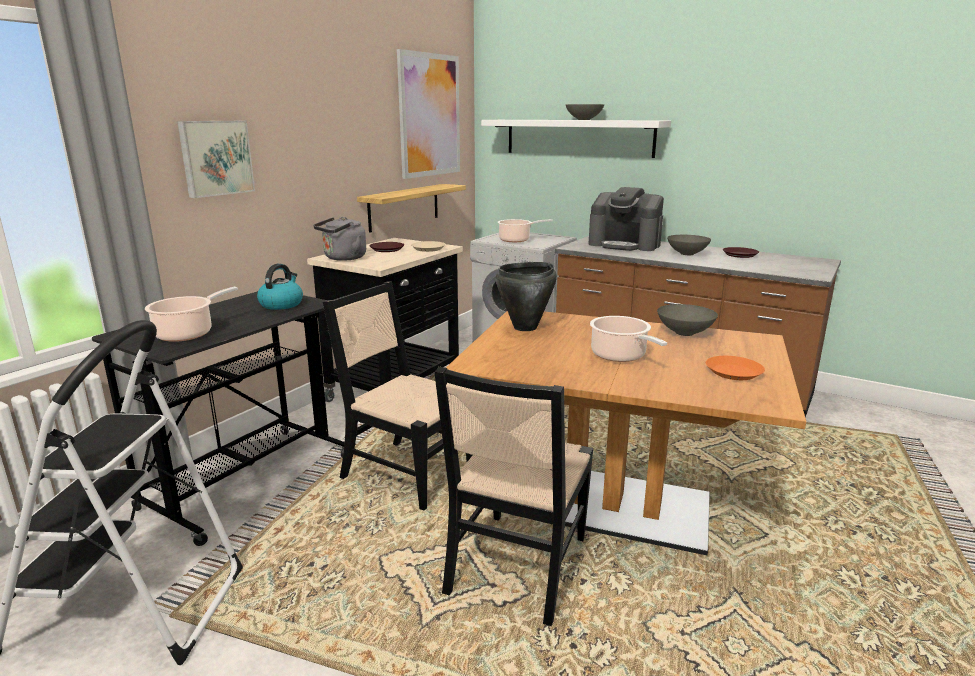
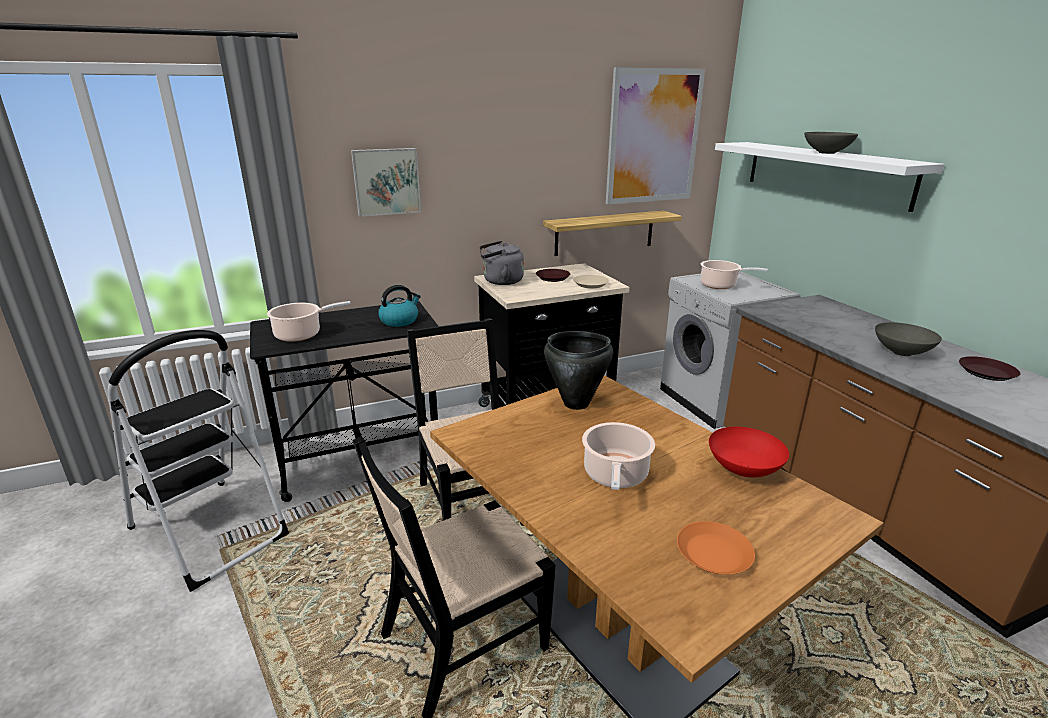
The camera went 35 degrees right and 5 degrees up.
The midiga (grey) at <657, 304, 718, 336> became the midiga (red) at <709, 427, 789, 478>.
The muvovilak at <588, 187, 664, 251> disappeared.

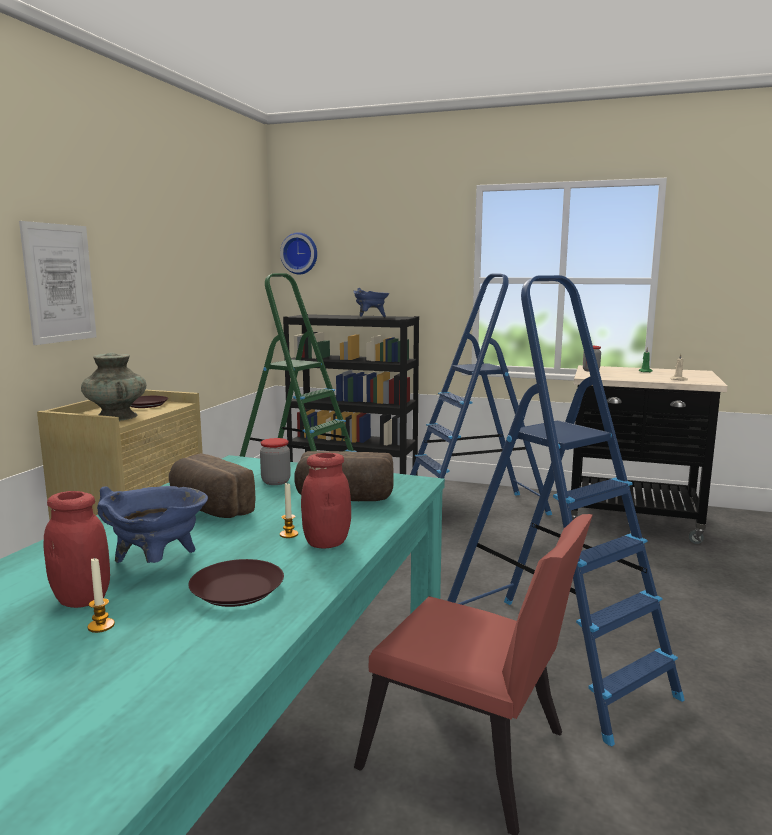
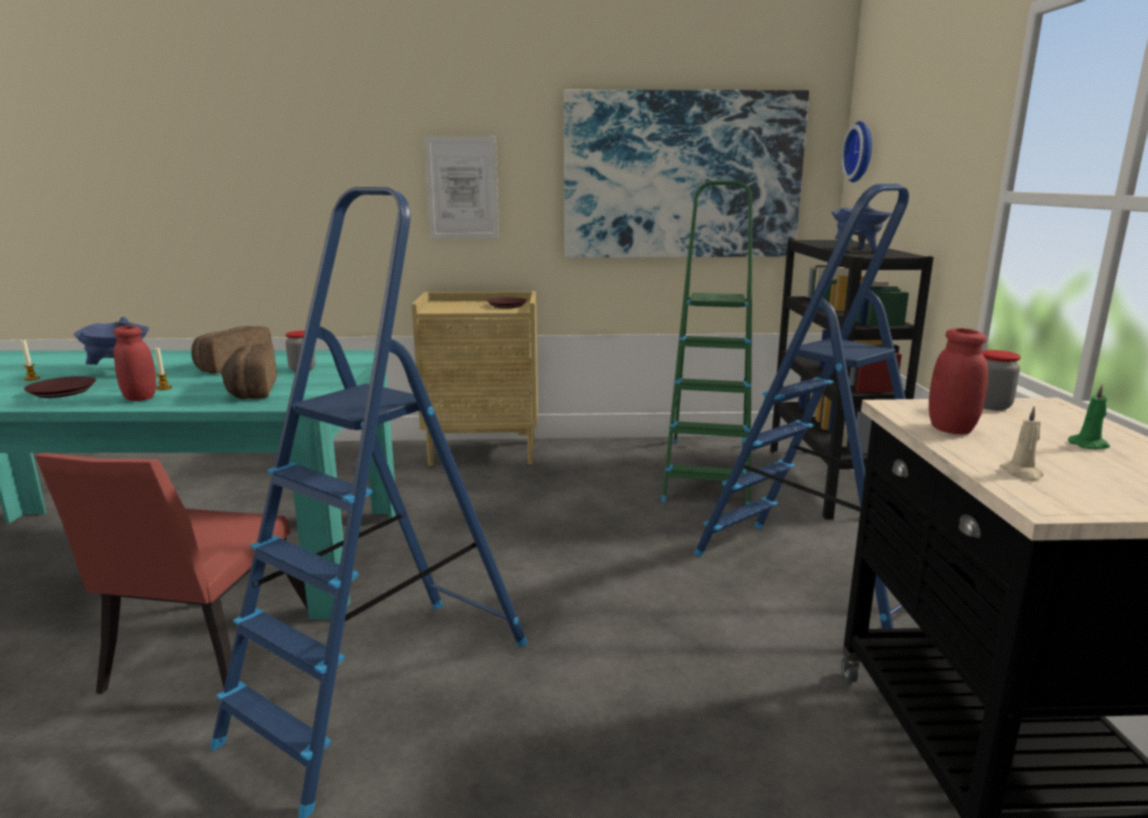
The camera went 70 degrees right and 5 degrees up.
The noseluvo at <564, 90, 809, 258> appeared.
The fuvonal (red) moved from <43, 491, 110, 608> to <929, 328, 988, 434>.
The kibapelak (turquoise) at <81, 353, 146, 421> disappeared.

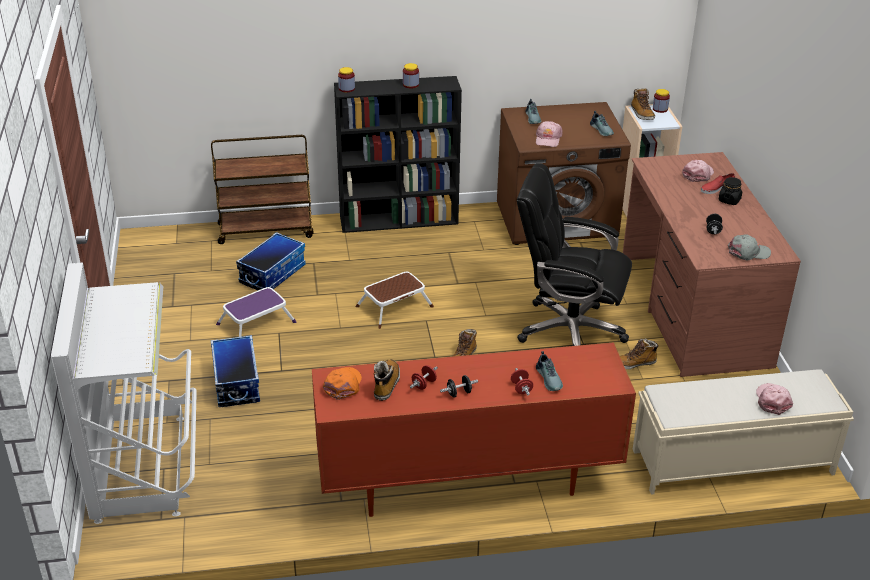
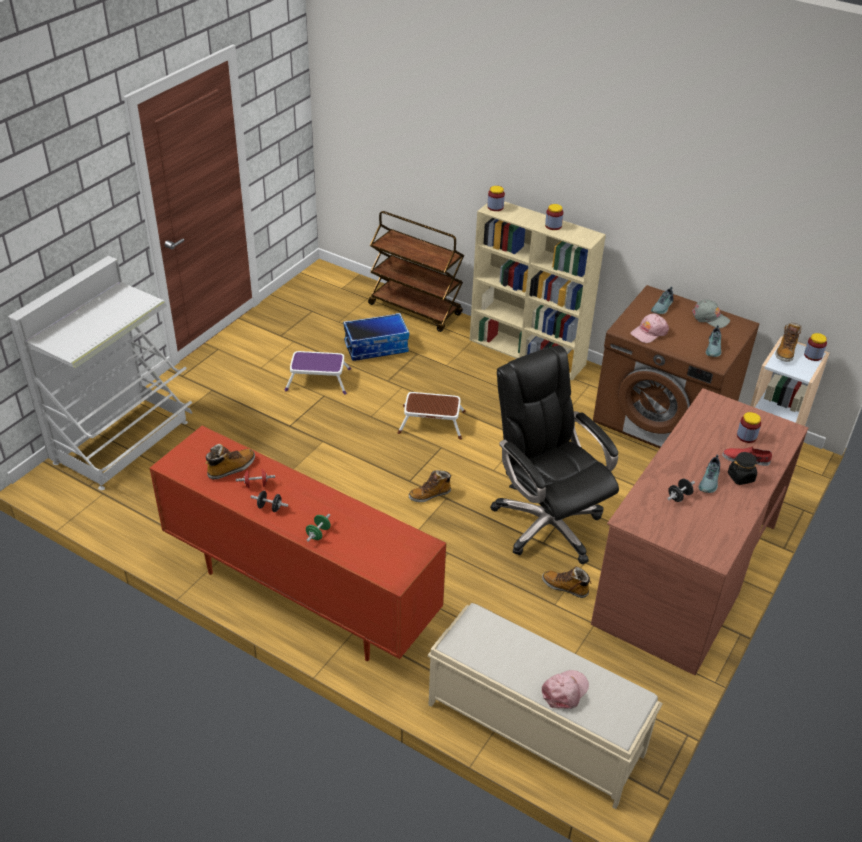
The camera went 40 degrees right and 5 degrees up.
The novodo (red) at <511, 368, 533, 396> became the novodo (green) at <306, 514, 331, 542>.
The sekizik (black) at <334, 76, 462, 233> became the sekizik (beige) at <470, 201, 606, 380>.
The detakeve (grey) moved from <728, 234, 771, 261> to <692, 299, 730, 328>.
The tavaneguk moved from <536, 351, 563, 391> to <698, 455, 720, 493>.
The detakeve (pink) at <682, 160, 714, 182> was replaced by the fuvonal at <737, 412, 761, 443>.
The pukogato at <211, 335, 260, 407> disappeared.
The detakeve (orange) at <323, 367, 362, 400> disappeared.

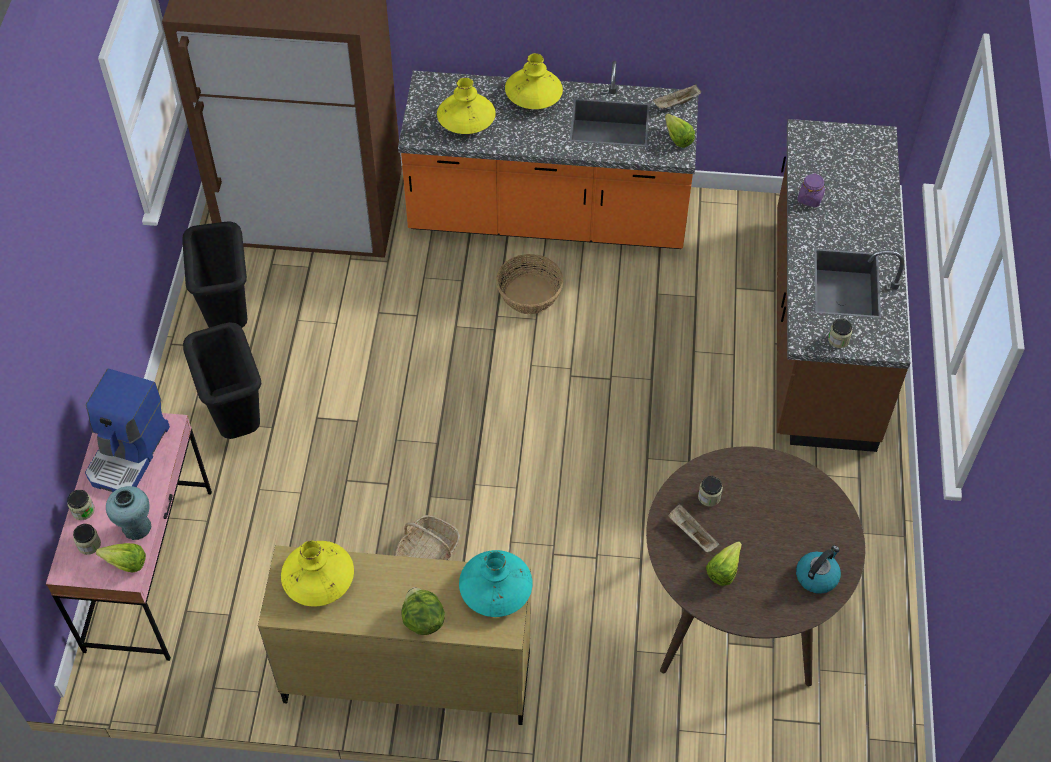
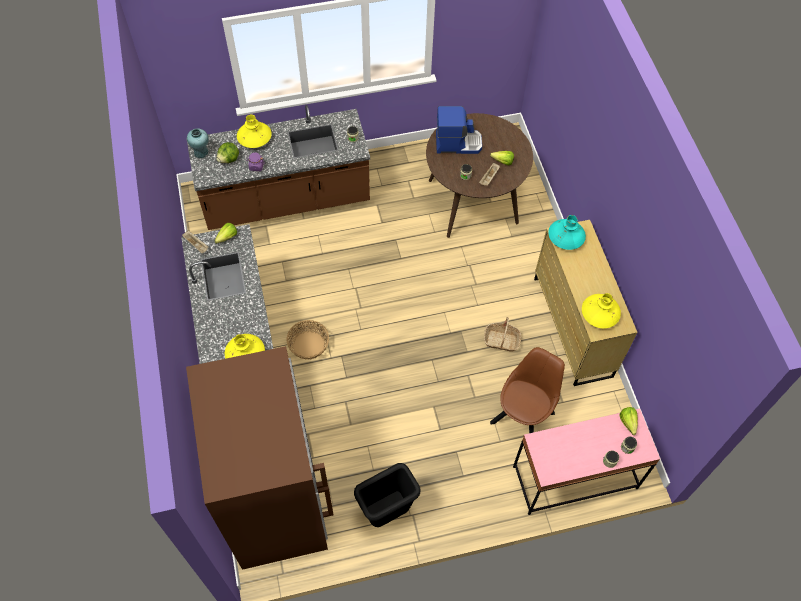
The camera went 110 degrees left and 5 degrees up.
The kibapelak (turquoise) moved from <106, 486, 151, 540> to <187, 128, 209, 158>.
The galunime moved from <401, 587, 445, 635> to <216, 142, 239, 163>.
The kibapelak (yellow) moved from <505, 53, 563, 109> to <237, 115, 272, 148>.
The muvovilak moved from <85, 369, 170, 492> to <436, 106, 482, 154>.
The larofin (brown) at <490, 347, 565, 433> appeared.
The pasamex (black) at <183, 322, 261, 439> disappeared.
The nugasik at <796, 545, 841, 594> disappeared.

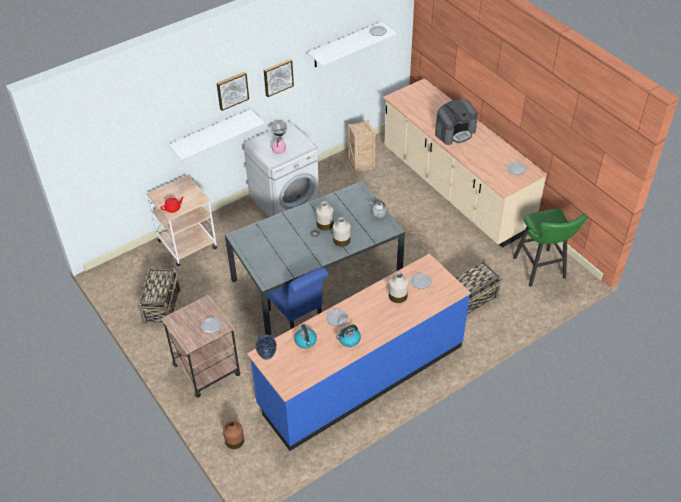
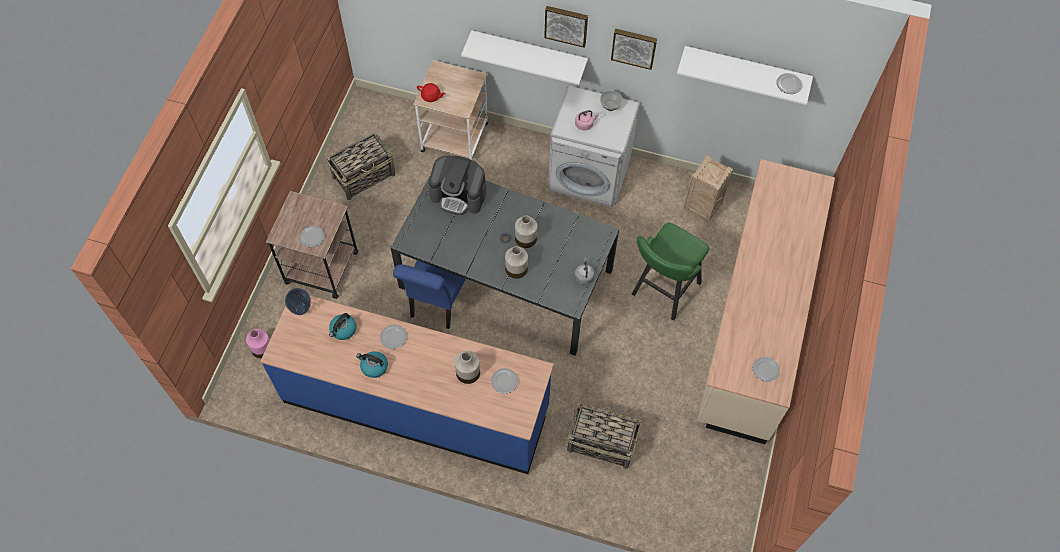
The camera went 50 degrees right and 15 degrees up.
The kibapelak (brown) at <223, 420, 244, 449> became the kibapelak (pink) at <246, 329, 270, 358>.
The muvovilak moved from <435, 99, 477, 145> to <428, 155, 487, 215>.
The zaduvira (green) moved from <513, 209, 588, 287> to <632, 223, 709, 321>.

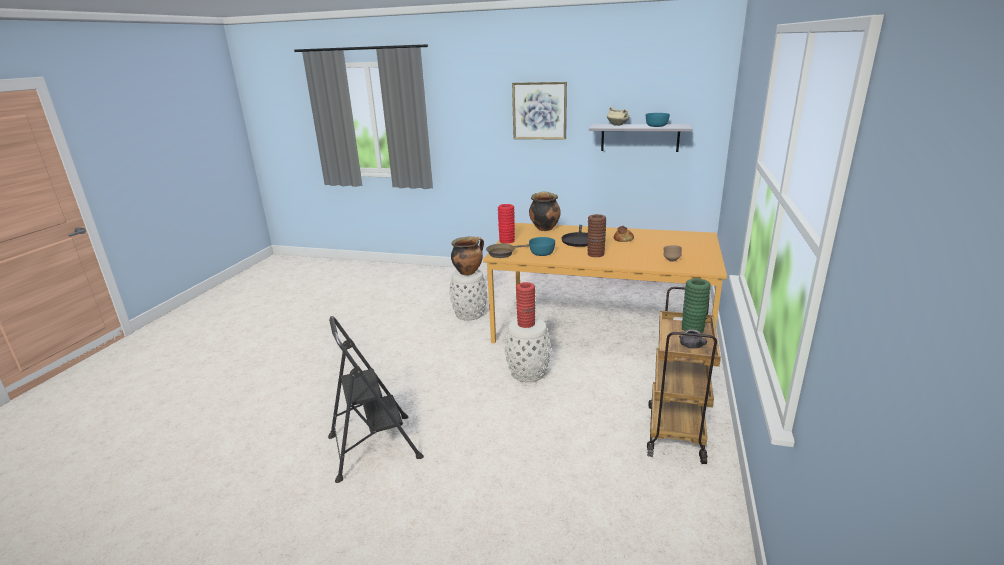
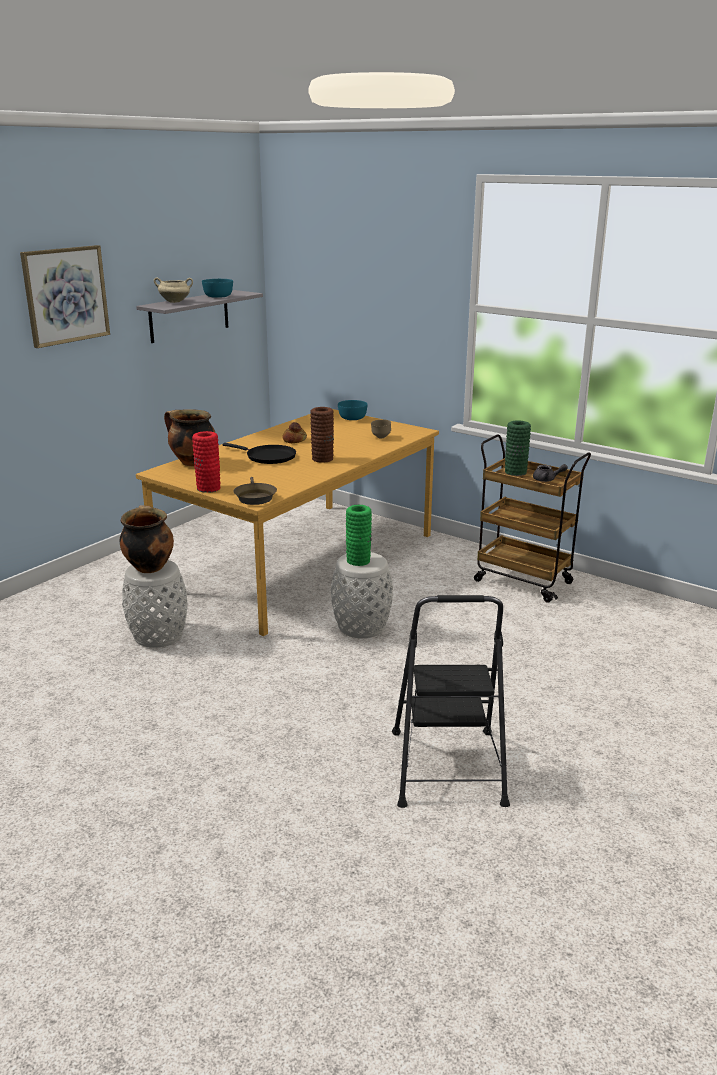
The camera went 70 degrees left and 0 degrees up.
The midiga (turquoise) moved from <529, 237, 555, 256> to <338, 400, 368, 420>.
The kibapelak (red) at <516, 282, 535, 328> became the kibapelak (green) at <346, 505, 372, 566>.

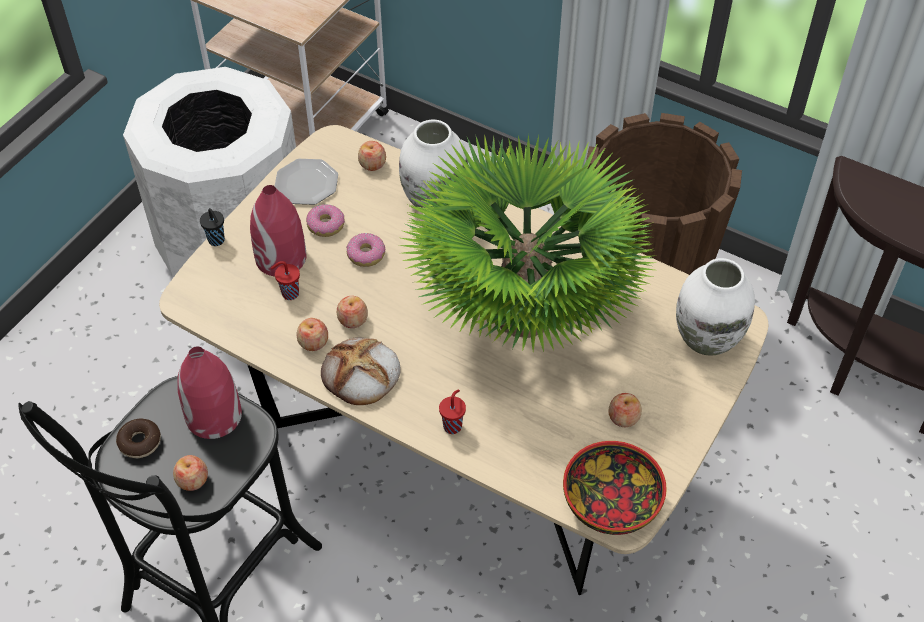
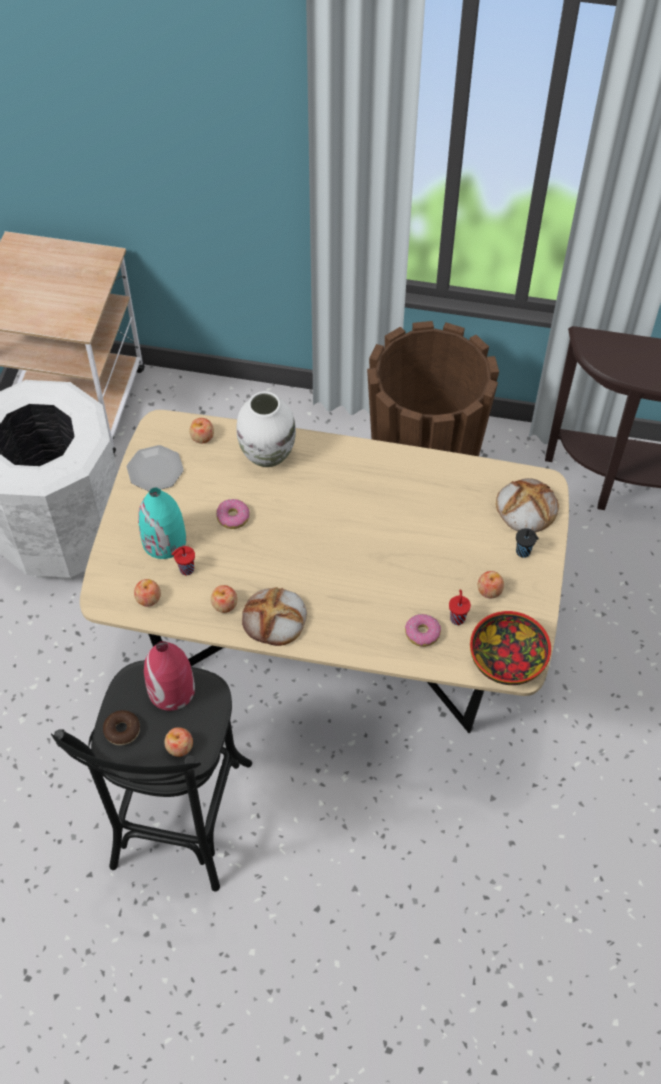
The camera went 20 degrees left and 5 degrees up.
The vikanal moved from <337, 296, 368, 328> to <134, 579, 161, 607>.
The kibapelak (red) at <250, 185, 307, 276> became the kibapelak (turquoise) at <138, 488, 186, 559>.
The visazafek moved from <306, 204, 345, 237> to <405, 614, 441, 647>.
The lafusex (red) moved from <439, 389, 466, 434> to <449, 589, 471, 625>.
The kibapelak (white) at <676, 258, 755, 356> was replaced by the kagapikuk at <496, 478, 559, 533>.
The lafusex (black) moved from <200, 208, 225, 246> to <516, 528, 539, 558>.
The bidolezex at <399, 134, 657, 352> disappeared.

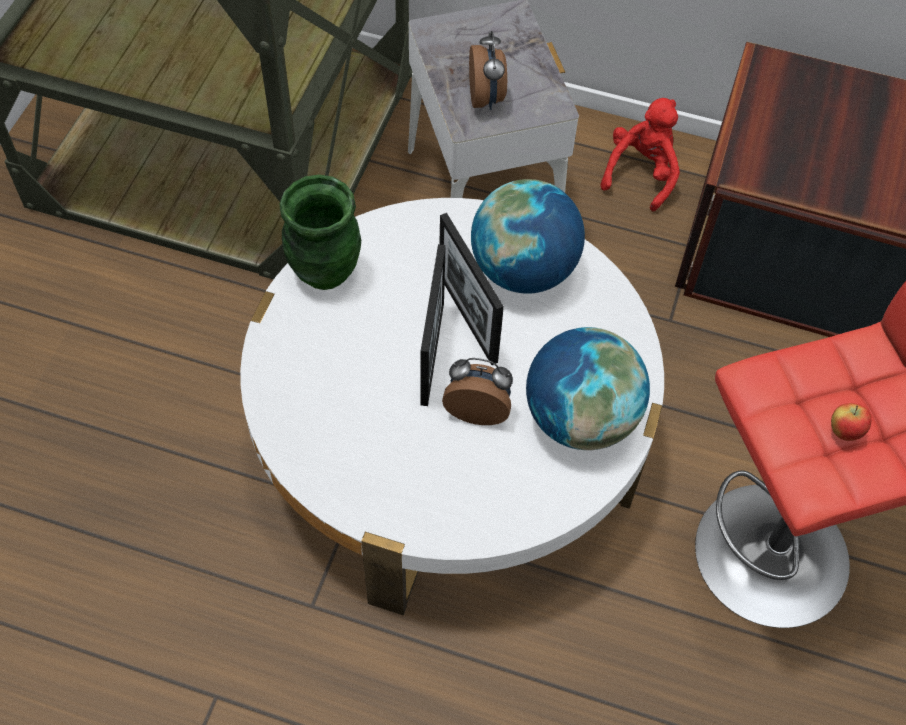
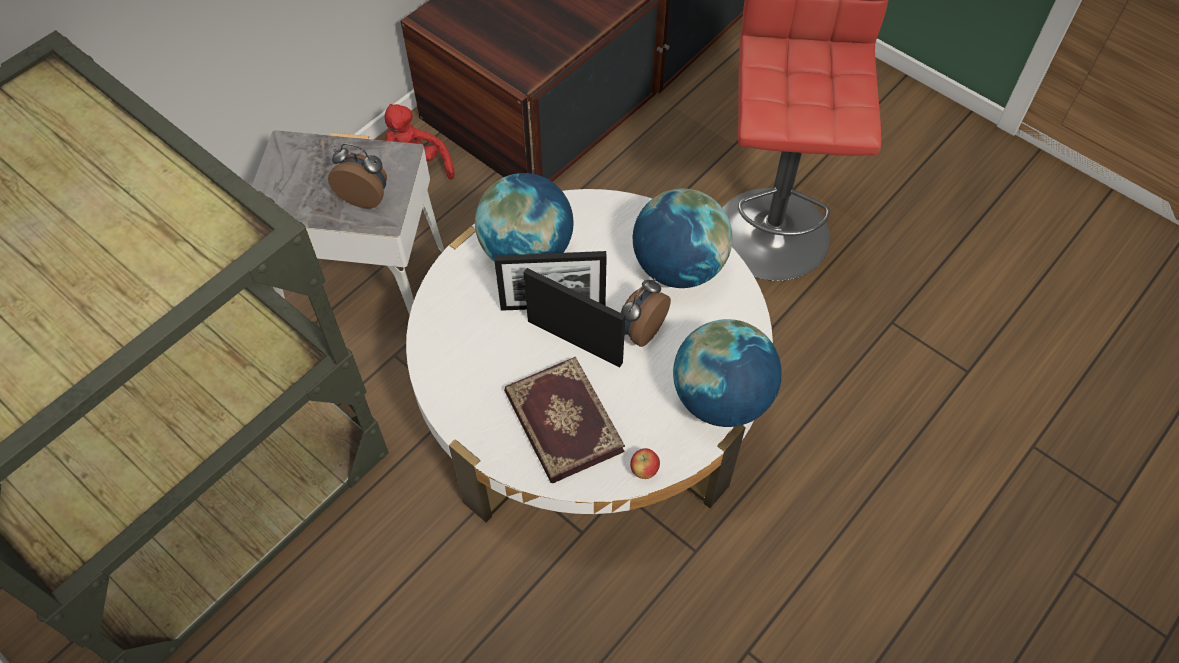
The camera went 65 degrees left and 0 degrees up.
The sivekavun at <504, 356, 625, 483> appeared.
The vikanal moved from <831, 403, 871, 441> to <630, 448, 660, 479>.
The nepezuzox at <673, 319, 782, 427> appeared.
The kibapelak (green) at <280, 174, 361, 290> disappeared.

